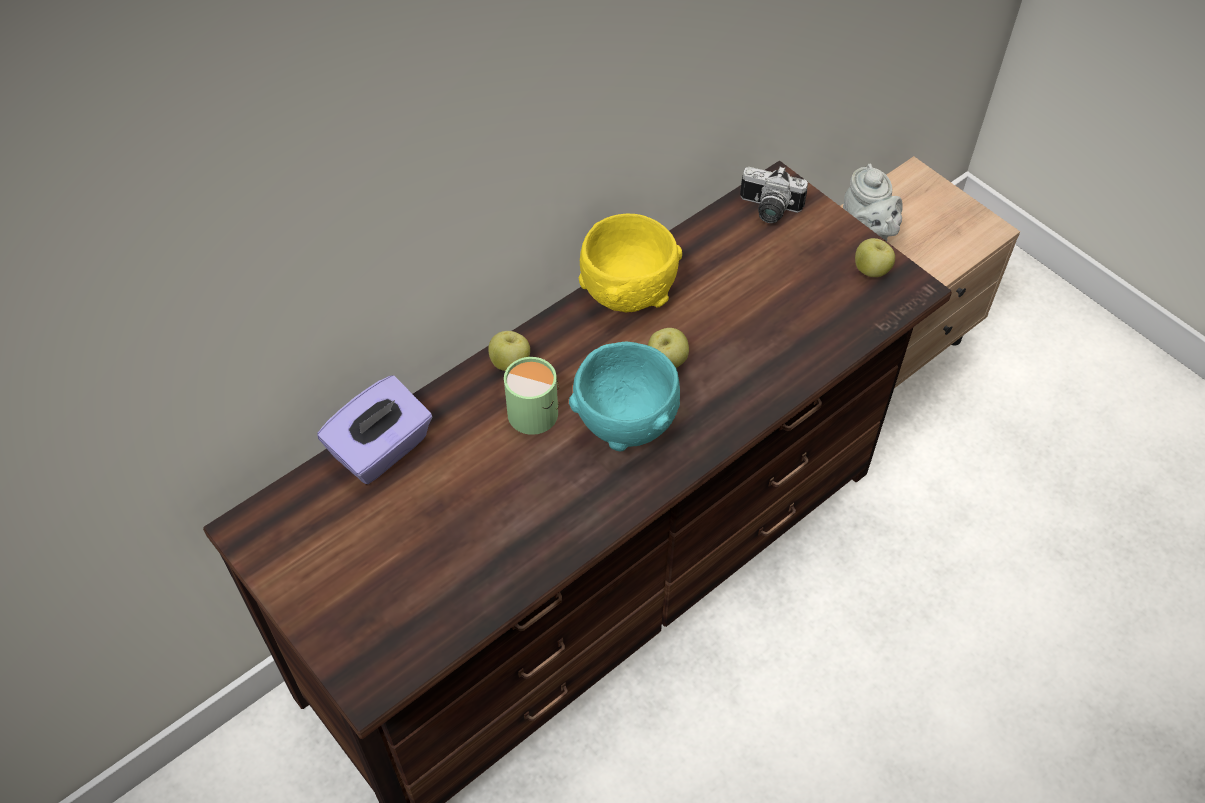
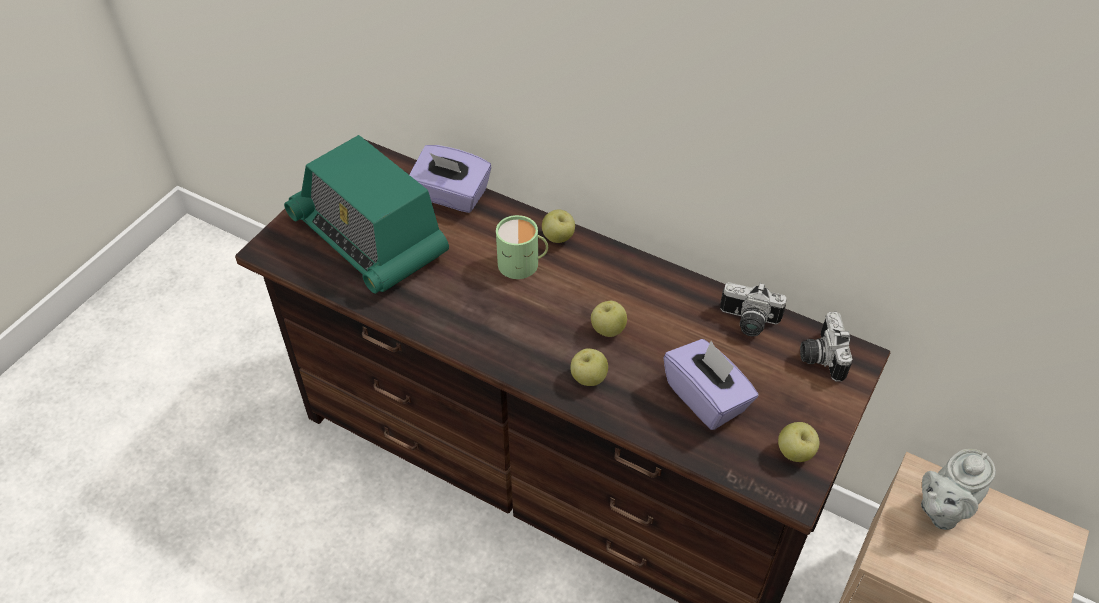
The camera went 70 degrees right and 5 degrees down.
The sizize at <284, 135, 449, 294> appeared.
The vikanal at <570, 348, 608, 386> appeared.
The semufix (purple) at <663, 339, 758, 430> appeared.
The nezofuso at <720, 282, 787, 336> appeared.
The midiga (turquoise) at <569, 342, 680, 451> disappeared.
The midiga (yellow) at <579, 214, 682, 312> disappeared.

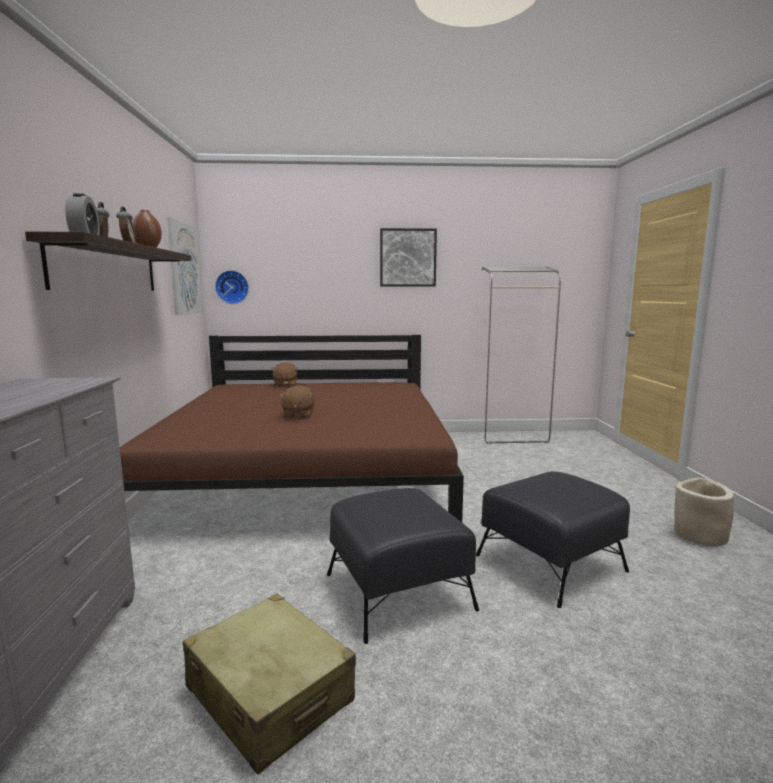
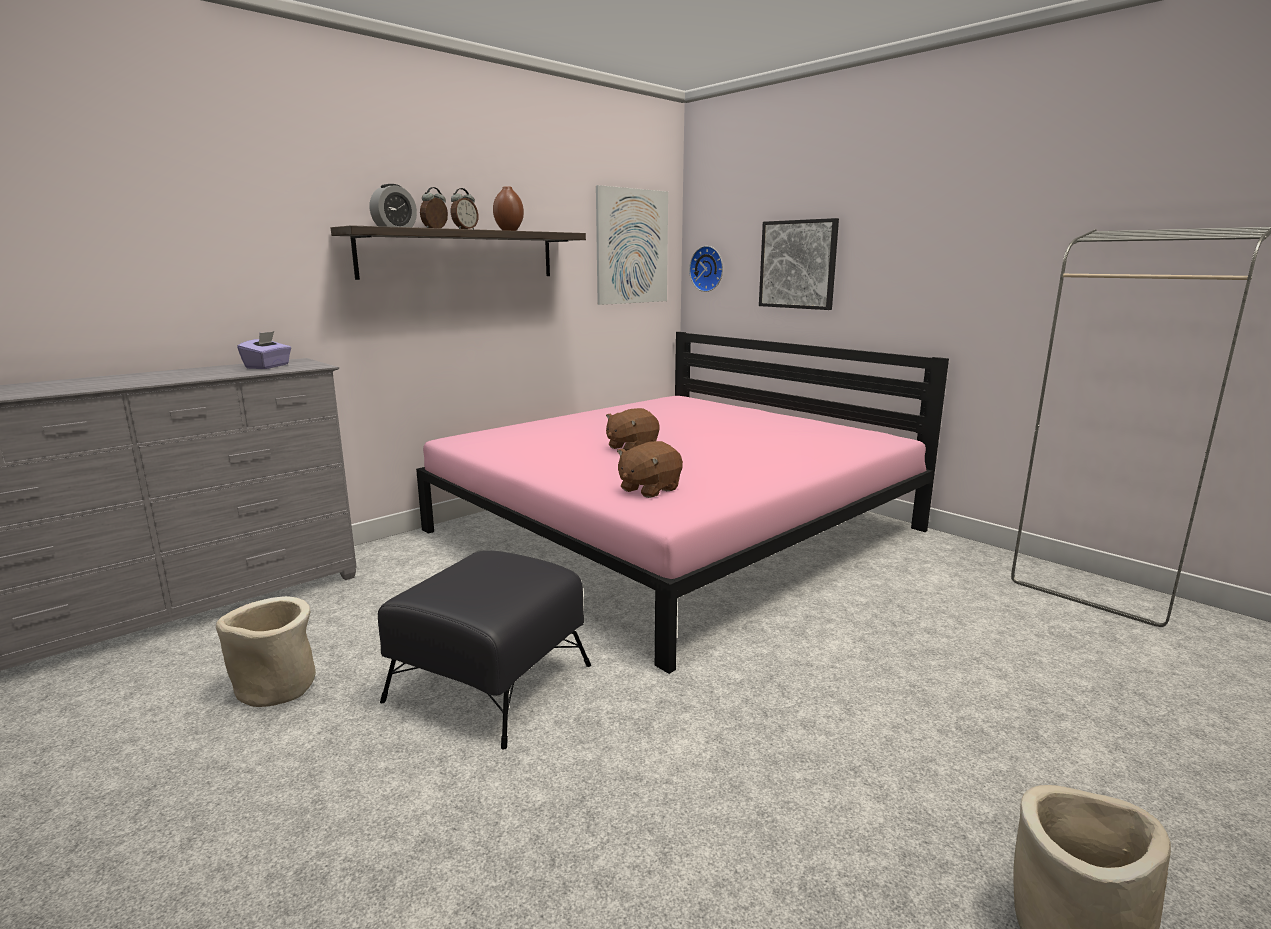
The camera went 50 degrees right and 5 degrees up.
The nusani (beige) at <183, 593, 356, 775> was replaced by the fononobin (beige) at <216, 596, 316, 707>.
The semufix (purple) at <237, 331, 291, 369> appeared.
The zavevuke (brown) at <120, 335, 464, 522> became the zavevuke (pink) at <416, 332, 949, 674>.
The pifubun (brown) moved from <271, 362, 297, 387> to <617, 441, 683, 498>.
The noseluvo moved from <380, 228, 437, 287> to <759, 218, 839, 310>.
The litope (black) at <476, 471, 630, 608> disappeared.

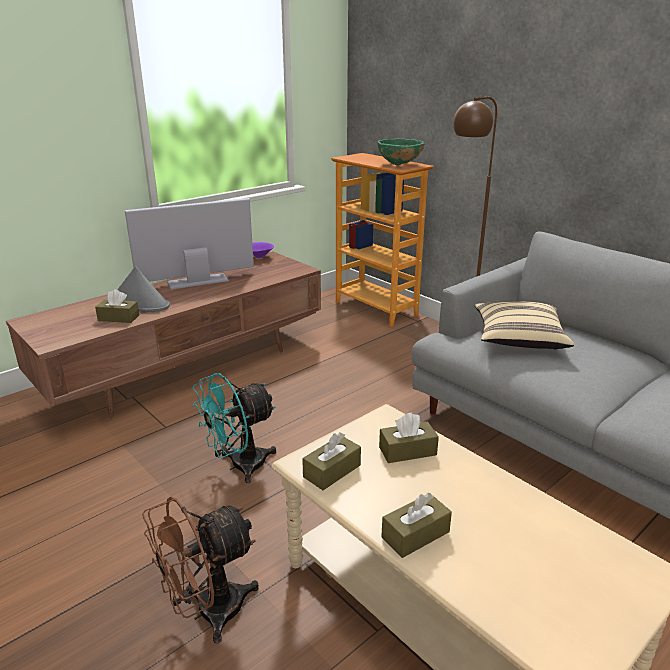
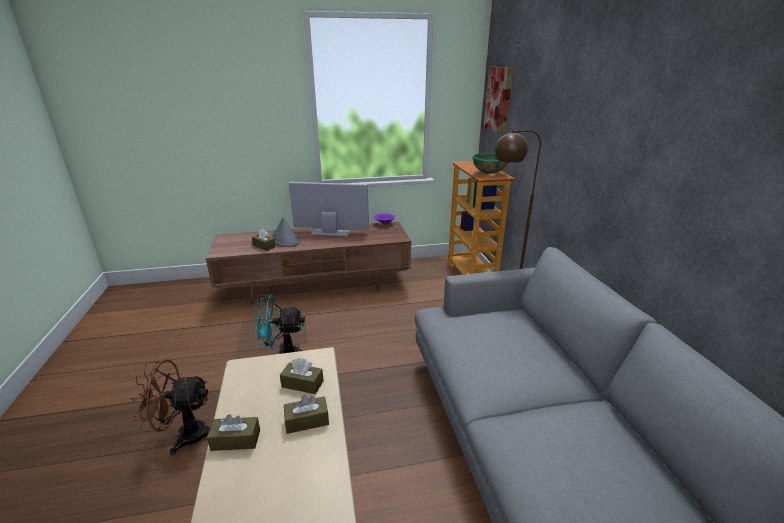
The camera went 30 degrees right and 0 degrees up.
The semufix (brown) moved from <302, 432, 361, 490> to <284, 396, 329, 434>.
The noseluvo at <484, 67, 513, 134> appeared.
The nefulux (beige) at <475, 302, 574, 349> disappeared.

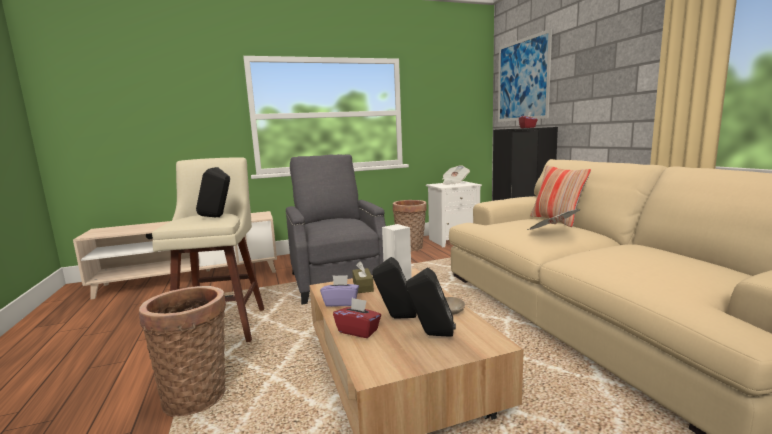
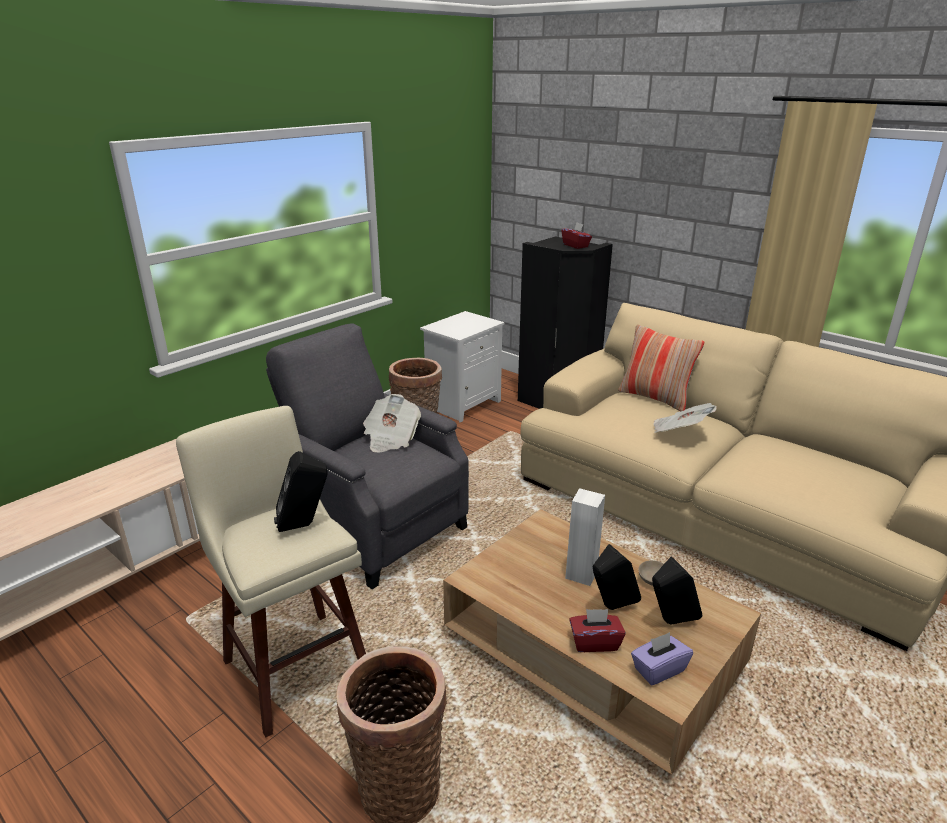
The camera went 30 degrees left and 15 degrees up.
The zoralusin moved from <442, 165, 470, 185> to <363, 394, 421, 452>.
The semufix (purple) moved from <320, 275, 359, 307> to <631, 632, 693, 685>.
The semufix (brown) at <352, 261, 374, 293> disappeared.
The noseluvo at <498, 28, 552, 122> disappeared.

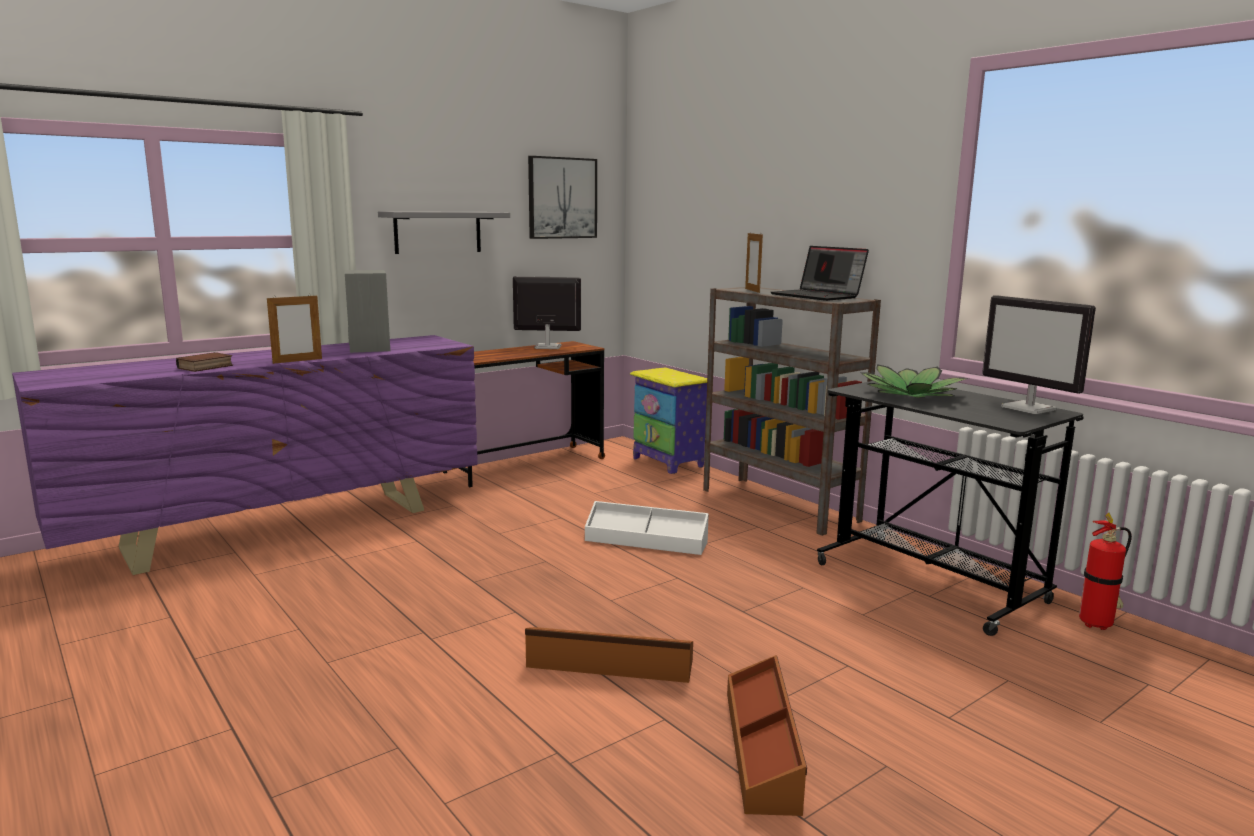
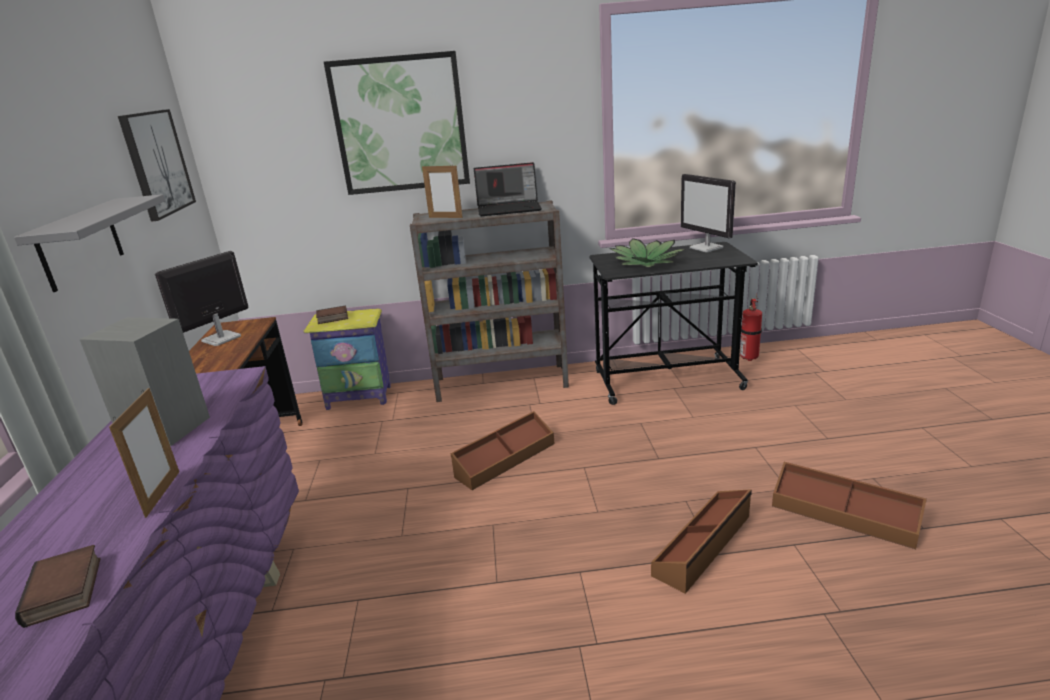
The camera went 55 degrees left and 10 degrees up.
The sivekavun at <316, 306, 348, 324> appeared.
The noseluvo at <324, 51, 470, 195> appeared.
The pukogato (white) at <585, 501, 709, 555> became the pukogato (brown) at <451, 411, 554, 490>.
The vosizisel at <982, 295, 1096, 414> turned 60 degrees clockwise.

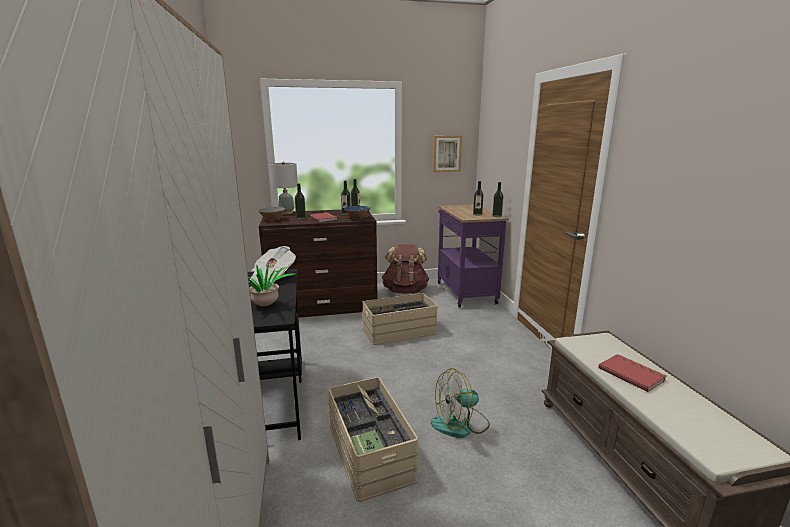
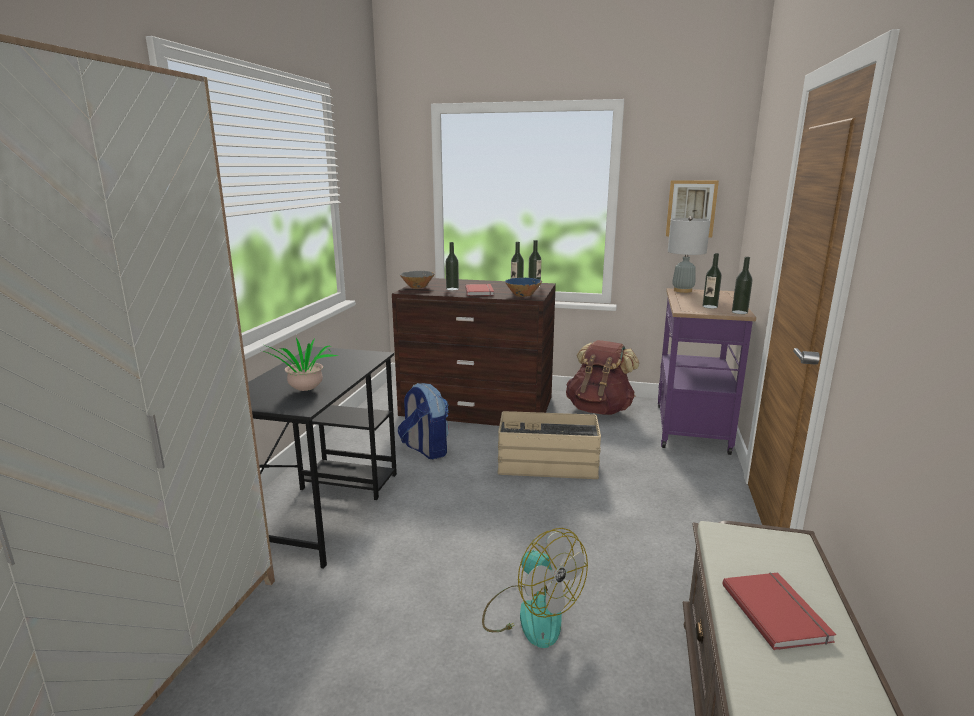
The camera went 25 degrees right and 0 degrees up.
The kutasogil at <398, 383, 449, 459> appeared.
The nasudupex at <431, 368, 490, 438> turned 135 degrees counterclockwise.
The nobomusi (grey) moved from <269, 162, 298, 214> to <668, 216, 710, 293>.
The zoralusin at <250, 246, 296, 284> disappeared.
The pukogato (beige) at <328, 377, 418, 502> disappeared.

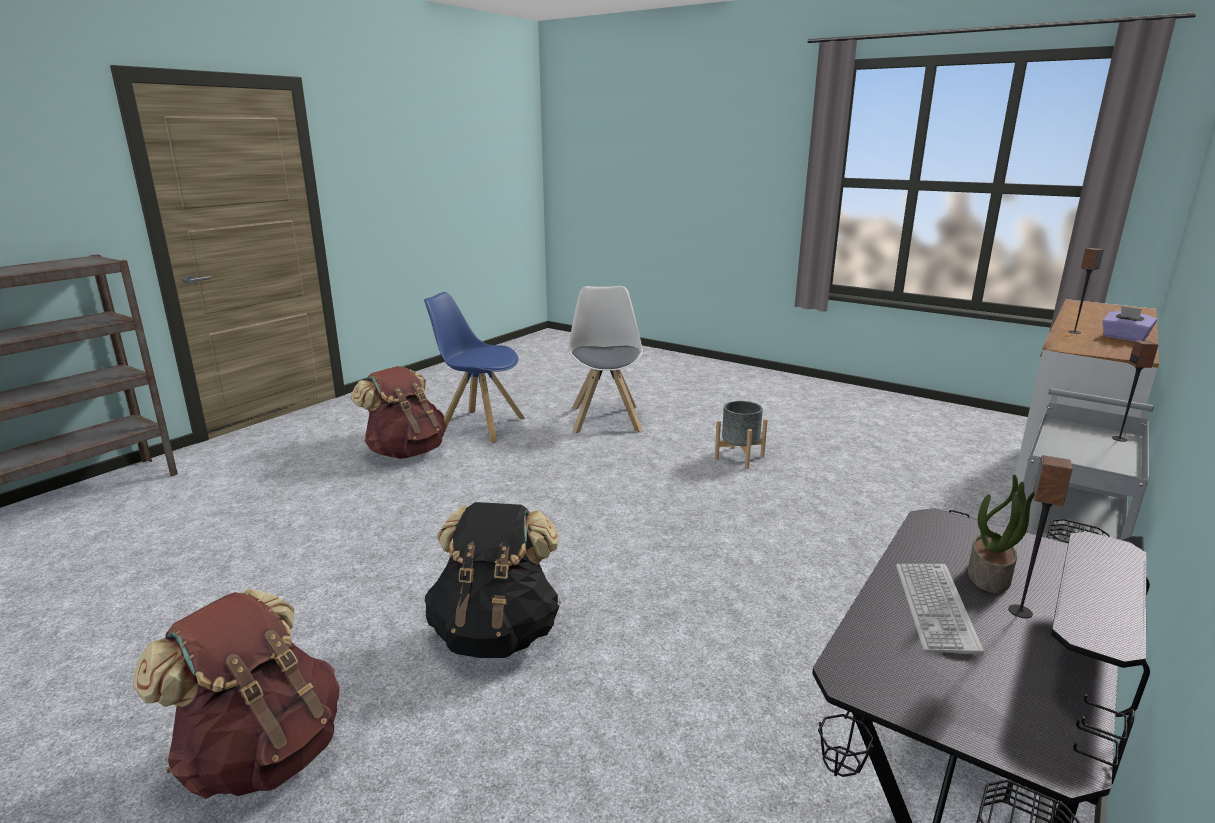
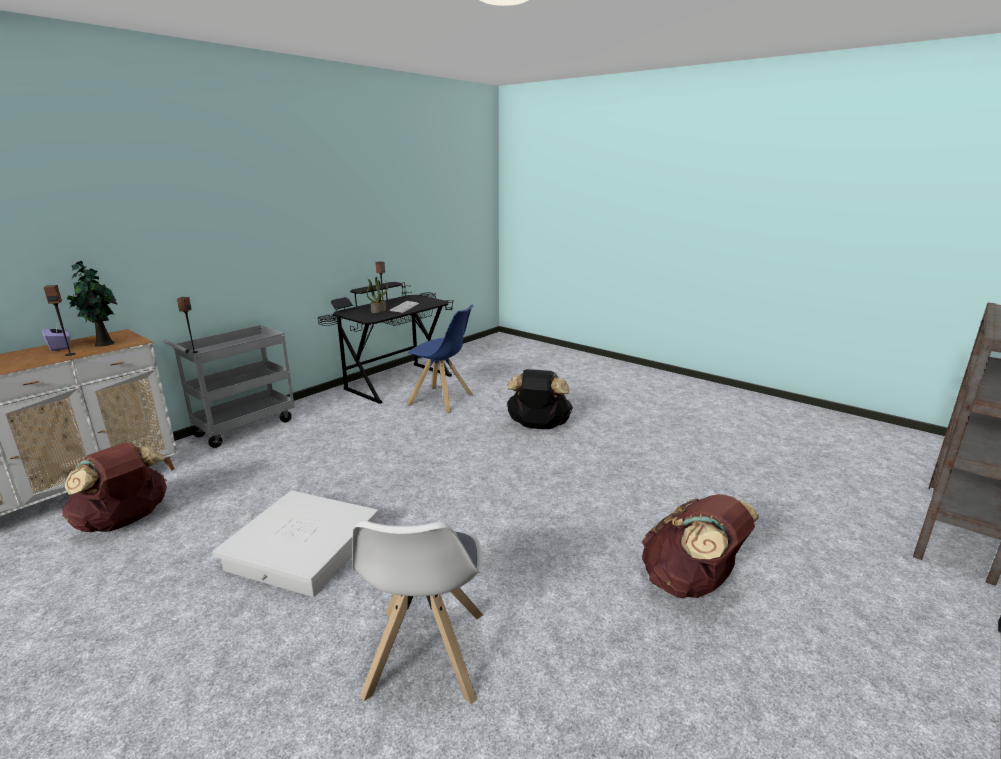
The camera went 175 degrees left and 0 degrees up.
The kutasogil (brown) moved from <133, 589, 339, 799> to <63, 442, 167, 532>.
The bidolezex at <67, 261, 118, 347> appeared.
The fononobin (grey) at <714, 401, 768, 469> was replaced by the pukogato (white) at <213, 490, 379, 597>.
The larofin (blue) moved from <424, 292, 525, 443> to <407, 305, 473, 413>.

